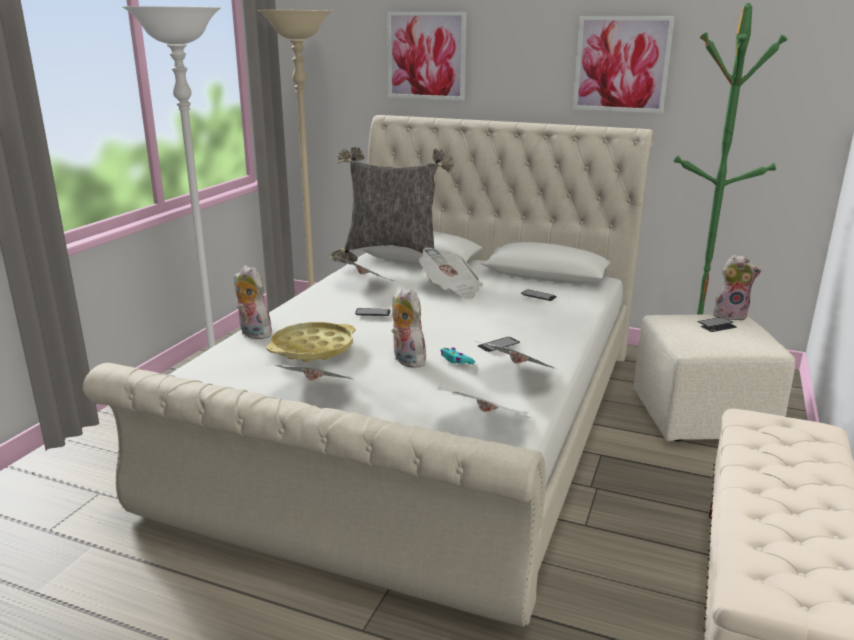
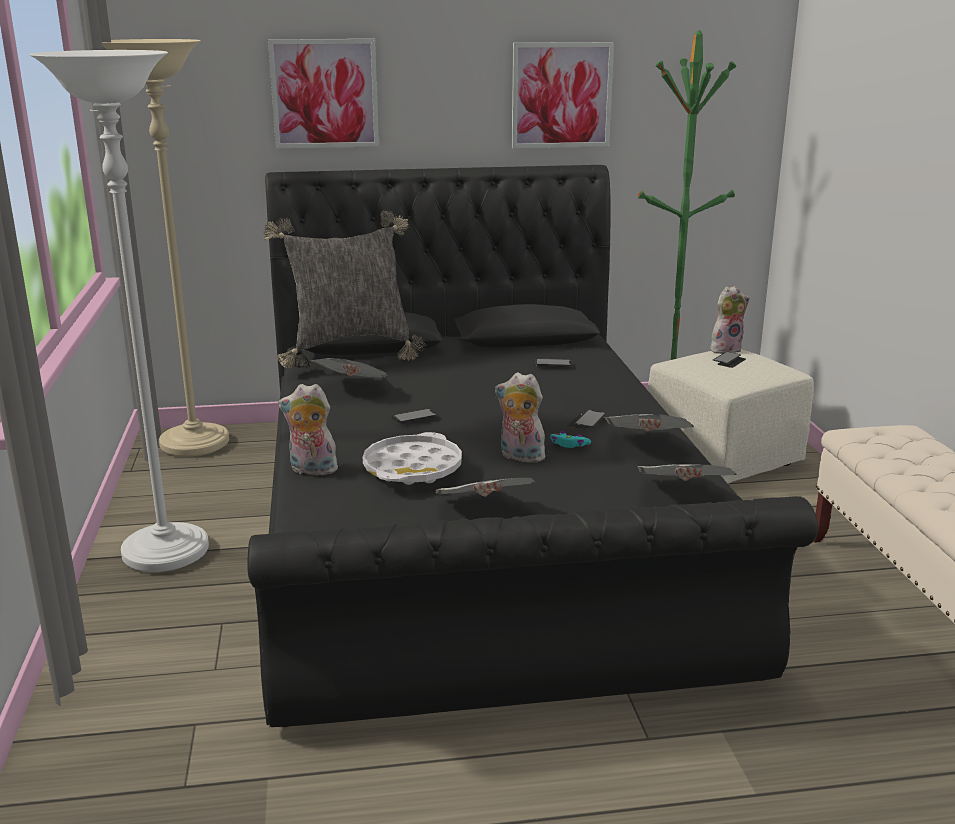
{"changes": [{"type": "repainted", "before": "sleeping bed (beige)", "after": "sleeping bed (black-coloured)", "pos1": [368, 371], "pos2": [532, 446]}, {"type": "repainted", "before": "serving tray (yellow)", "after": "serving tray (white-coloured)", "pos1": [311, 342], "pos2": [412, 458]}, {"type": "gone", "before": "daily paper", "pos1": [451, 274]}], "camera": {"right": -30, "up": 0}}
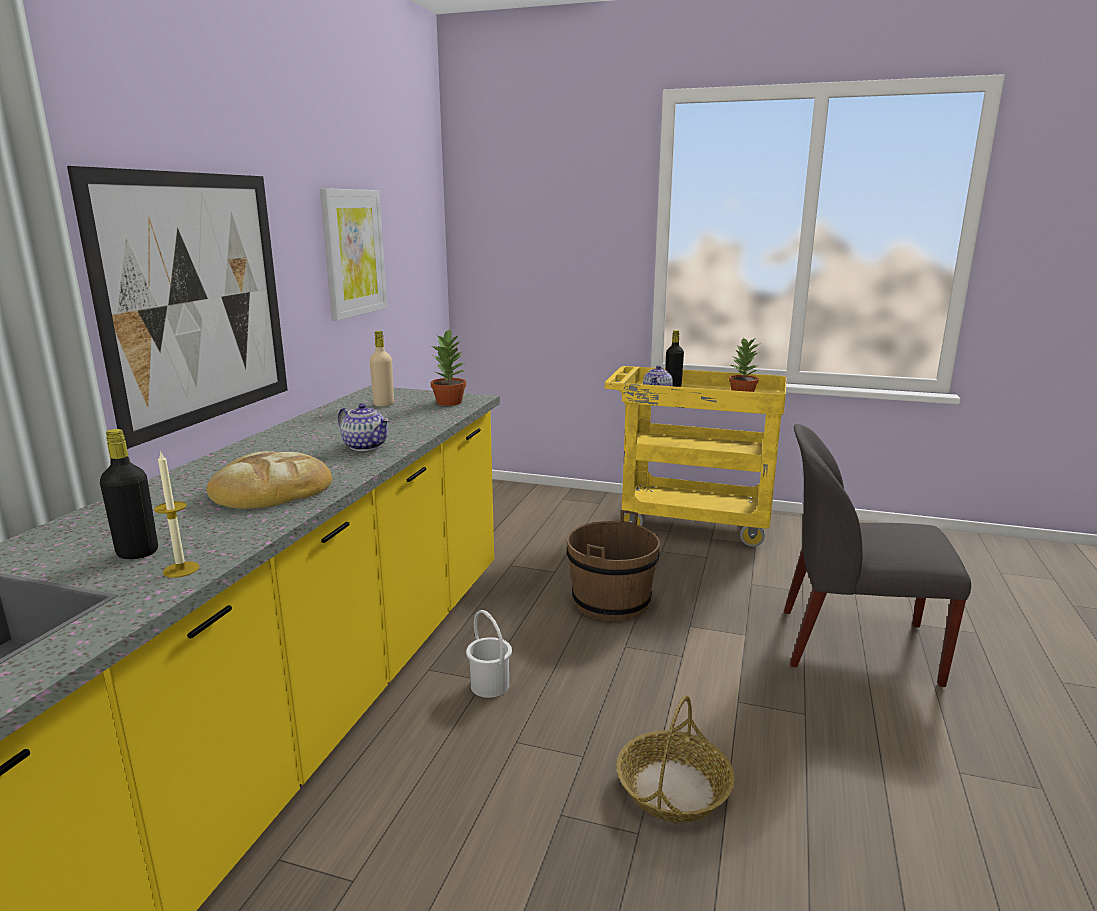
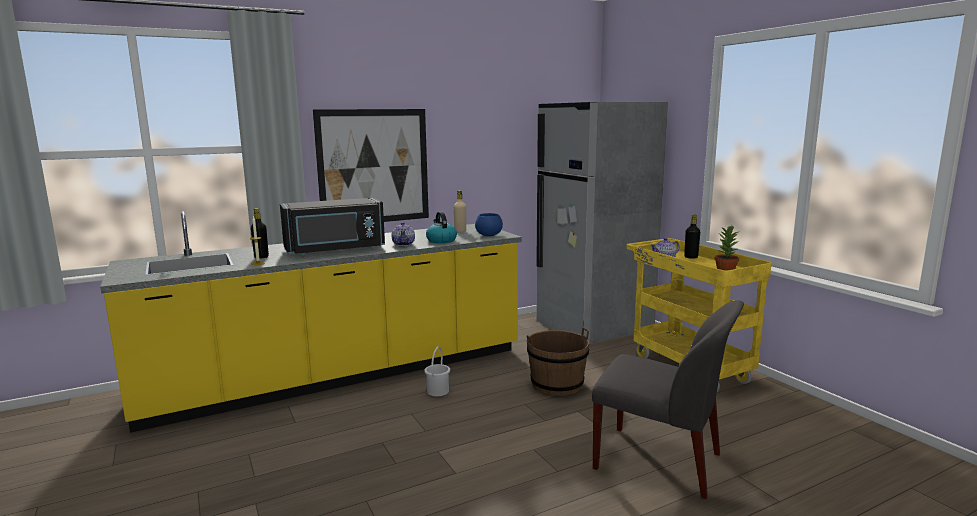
{"changes": [{"type": "swapped", "before": "bread", "after": "kitchen microwave (black-coloured)", "pos1": [269, 480], "pos2": [332, 227]}, {"type": "new", "after": "tea kettle", "pos2": [441, 227]}, {"type": "swapped", "before": "plant in a pot", "after": "deep dish (bluish)", "pos1": [448, 367], "pos2": [489, 224]}, {"type": "new", "after": "refrigerator (grey)", "pos2": [602, 223]}, {"type": "rotated", "before": "plain chair (grey)", "pos1": [877, 555], "pos2": [668, 399], "turn": 150}, {"type": "gone", "before": "wall picture", "pos1": [353, 254]}, {"type": "gone", "before": "basket", "pos1": [675, 759]}], "camera": {"right": 45, "up": -5}}
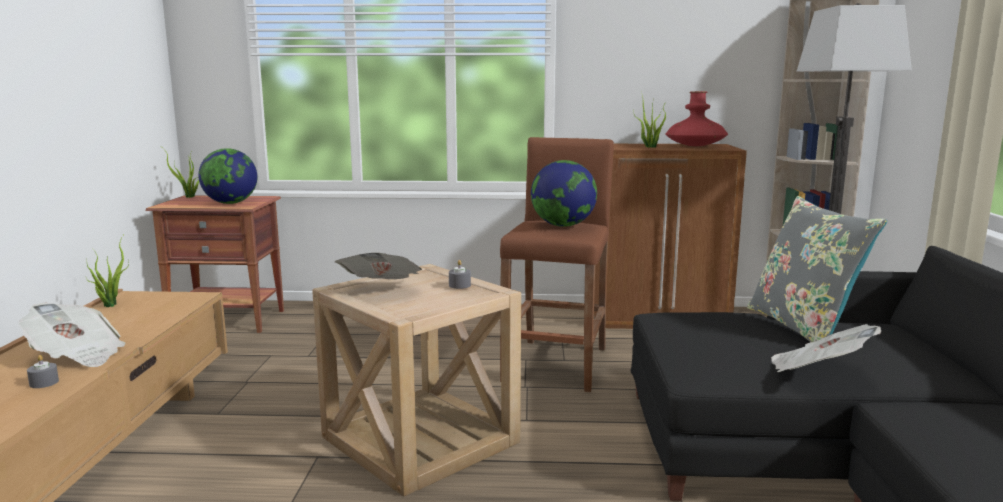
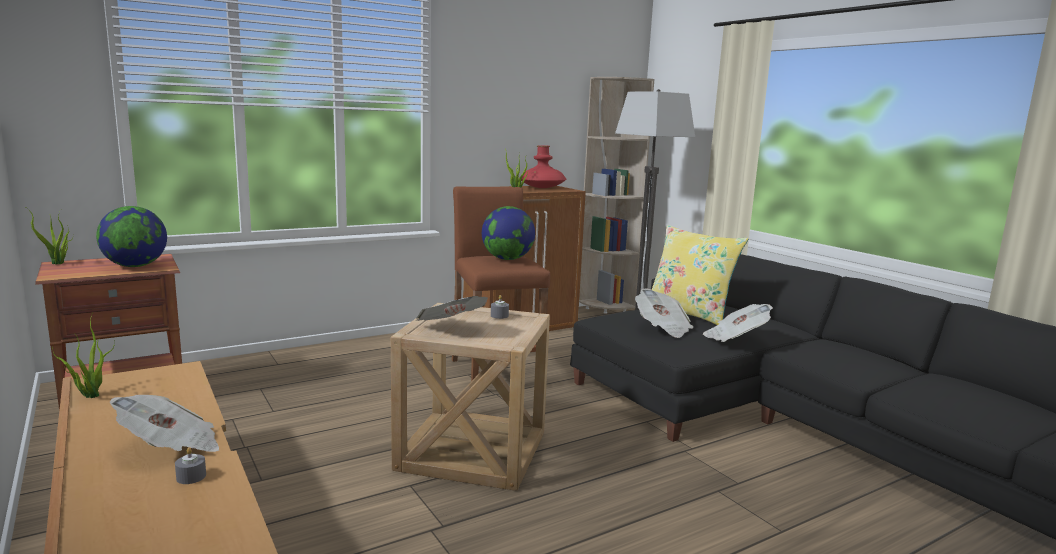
{"changes": [{"type": "new", "after": "daily paper", "pos2": [664, 313]}, {"type": "repainted", "before": "cushion (grey)", "after": "cushion (yellow)", "pos1": [817, 269], "pos2": [699, 275]}], "camera": {"right": -35, "up": 0}}
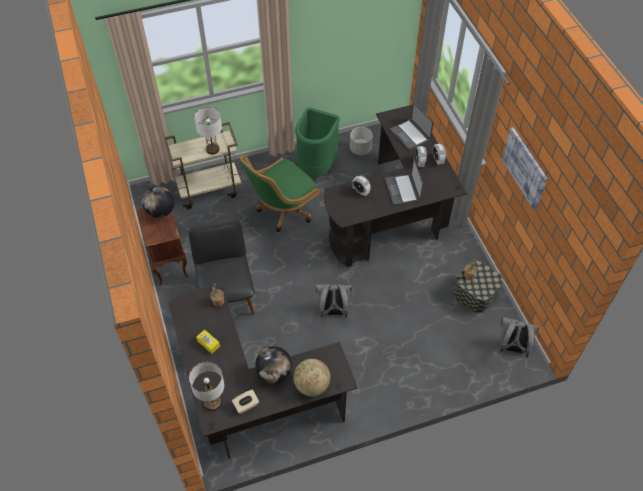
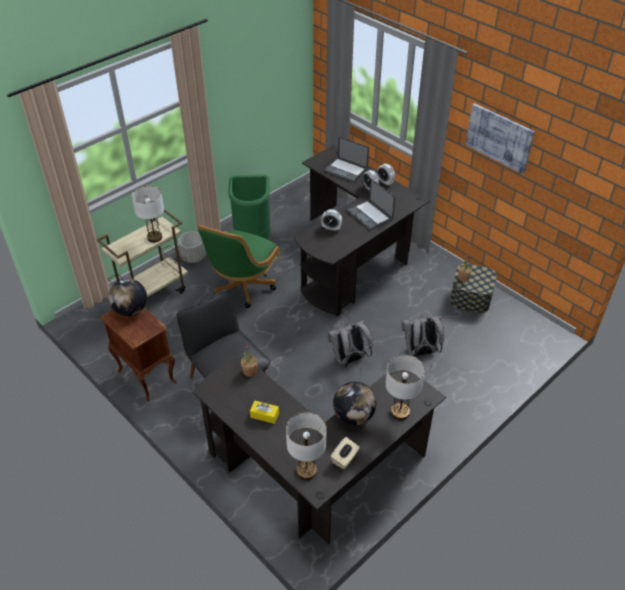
{"changes": [{"type": "shifted", "before": "flower pot (grey)", "pos1": [361, 141], "pos2": [192, 247]}, {"type": "swapped", "before": "world globe", "after": "tabletop lamp", "pos1": [312, 377], "pos2": [405, 387]}, {"type": "shifted", "before": "backpack (grey)", "pos1": [520, 337], "pos2": [423, 336]}], "camera": {"right": -25, "up": -10}}
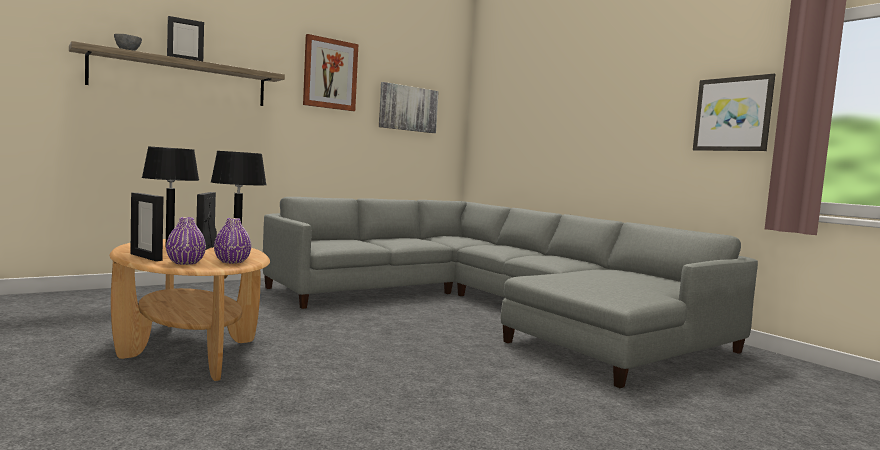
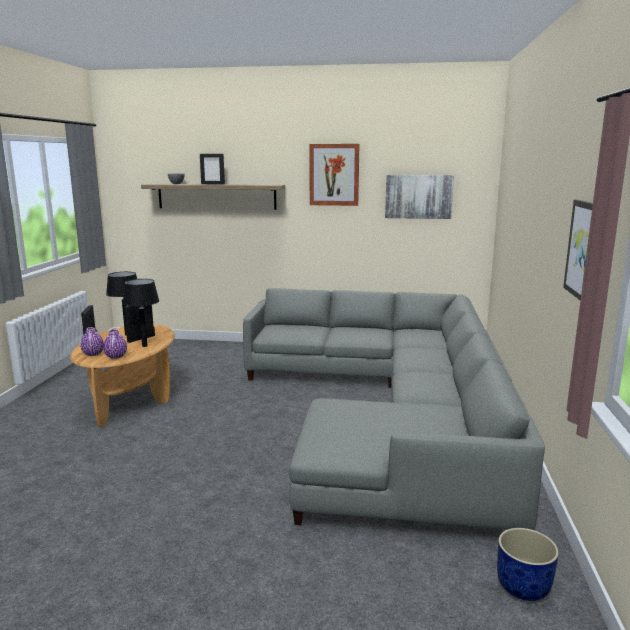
{"changes": [{"type": "new", "after": "flower pot (bluish)", "pos2": [528, 564]}], "camera": {"right": 45, "up": 10}}
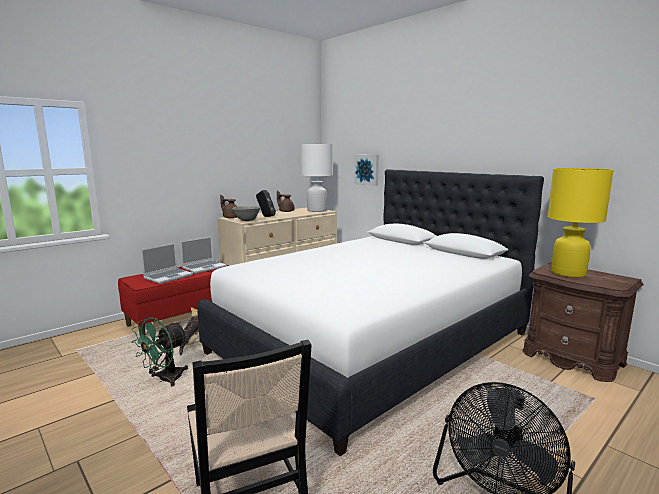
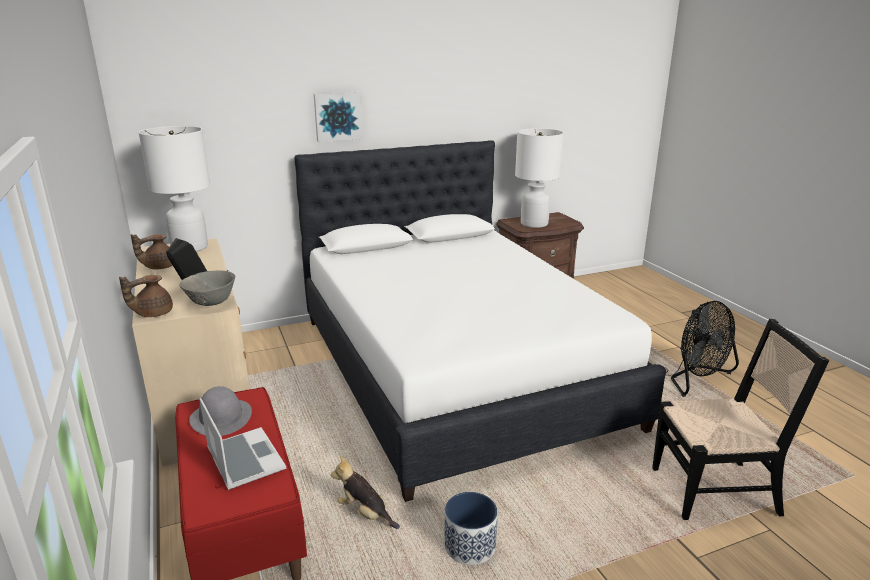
{"changes": [{"type": "swapped", "before": "portable computer", "after": "clothing hat (grey)", "pos1": [203, 255], "pos2": [220, 411]}, {"type": "shifted", "before": "wall picture", "pos1": [366, 170], "pos2": [338, 117]}, {"type": "swapped", "before": "fan (green-coloured)", "after": "flower pot", "pos1": [159, 351], "pos2": [471, 528]}, {"type": "repainted", "before": "tabletop lamp (yellow)", "after": "tabletop lamp (white-coloured)", "pos1": [580, 223], "pos2": [539, 178]}], "camera": {"right": -70, "up": 10}}
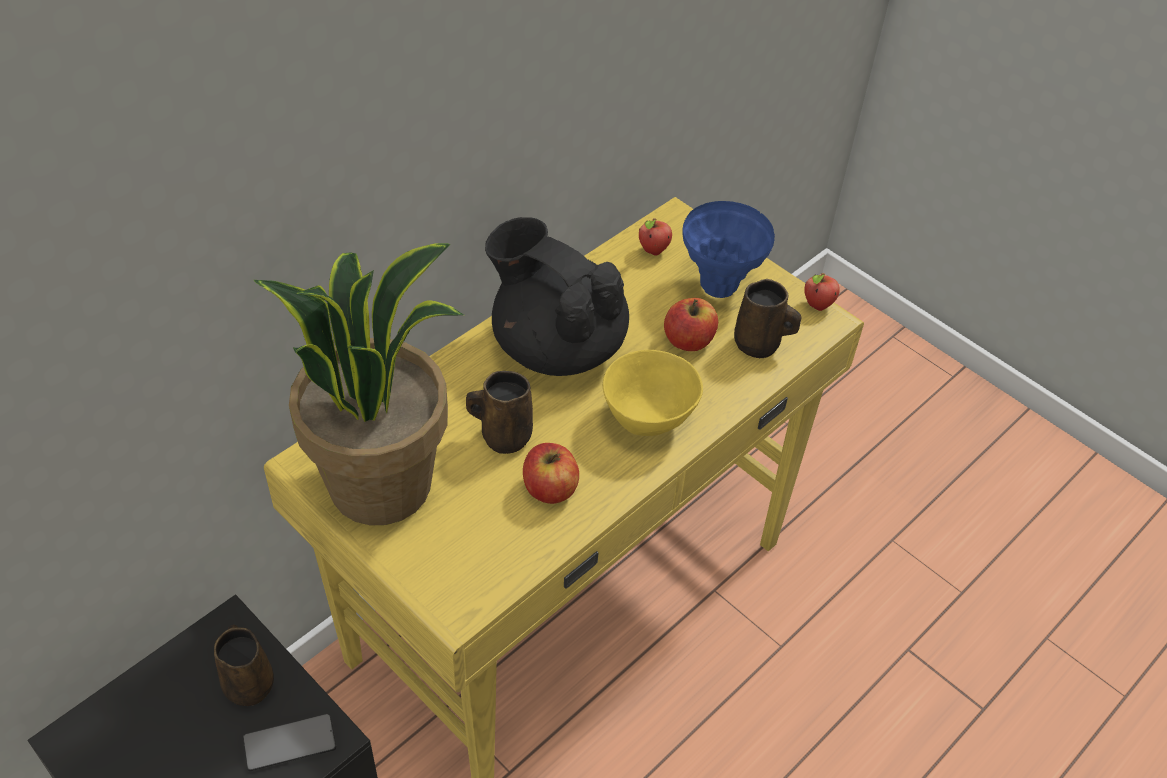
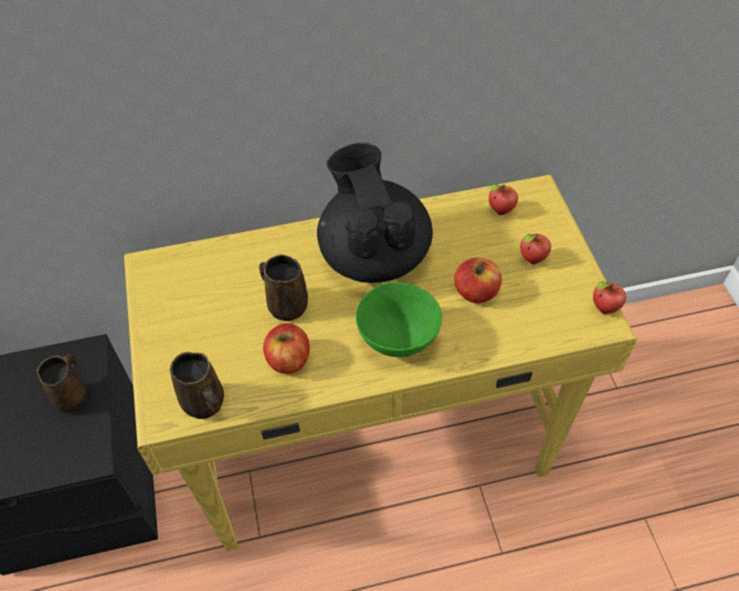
{"changes": [{"type": "shifted", "before": "coffee mug (brown-coloured)", "pos1": [767, 318], "pos2": [197, 385]}, {"type": "repainted", "before": "deep dish (yellow)", "after": "deep dish (green-coloured)", "pos1": [653, 393], "pos2": [399, 319]}, {"type": "swapped", "before": "flower vase (bluish)", "after": "apple fruit", "pos1": [728, 249], "pos2": [535, 248]}, {"type": "gone", "before": "phone", "pos1": [289, 742]}, {"type": "gone", "before": "plant in a pot", "pos1": [359, 384]}], "camera": {"right": 35, "up": 5}}
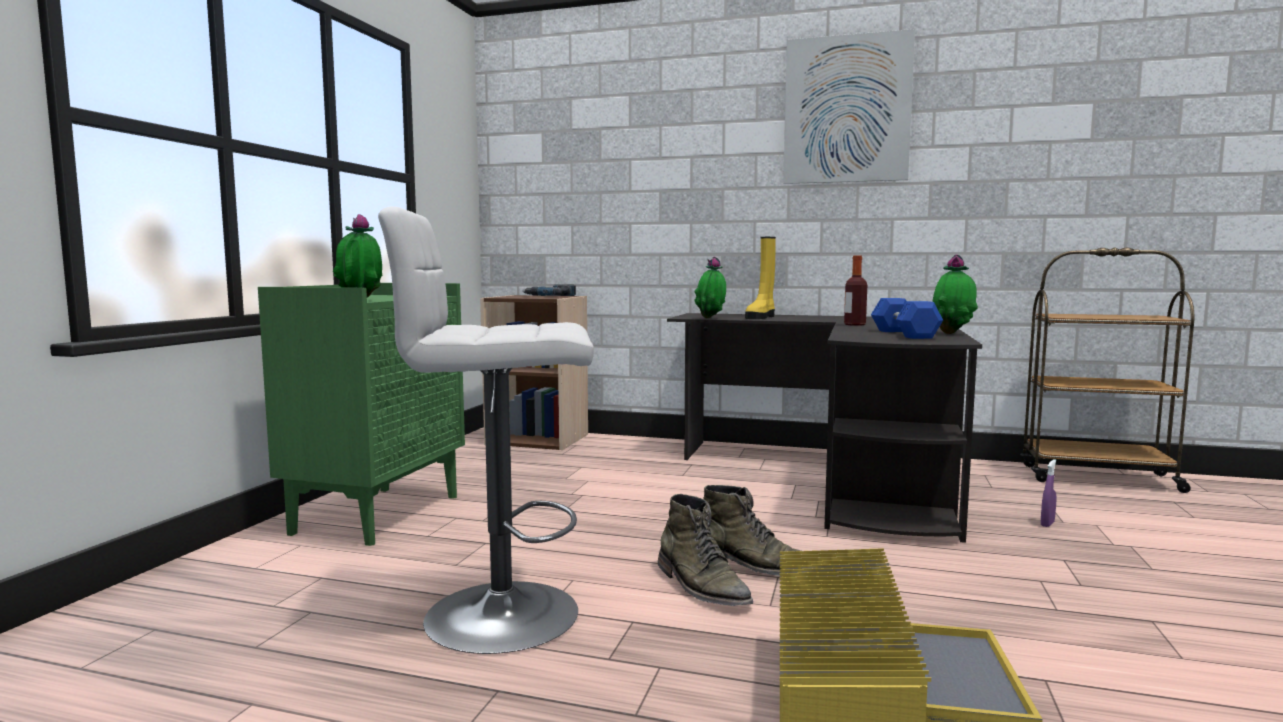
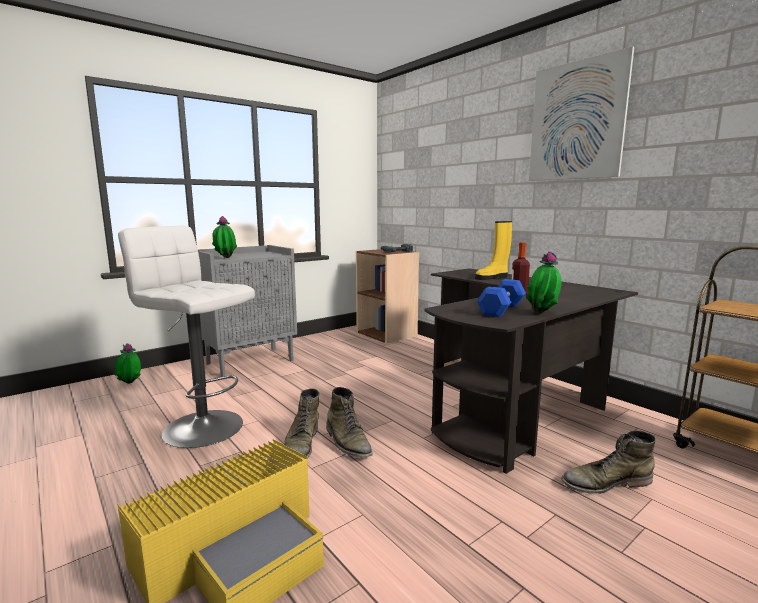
{"changes": [{"type": "shifted", "before": "plant in a pot", "pos1": [710, 287], "pos2": [127, 364]}, {"type": "repainted", "before": "cabinet (green-coloured)", "after": "cabinet (grey)", "pos1": [361, 414], "pos2": [247, 311]}, {"type": "swapped", "before": "hand sprayer (purple)", "after": "boot (green-coloured)", "pos1": [1049, 493], "pos2": [608, 462]}], "camera": {"right": 35, "up": 5}}
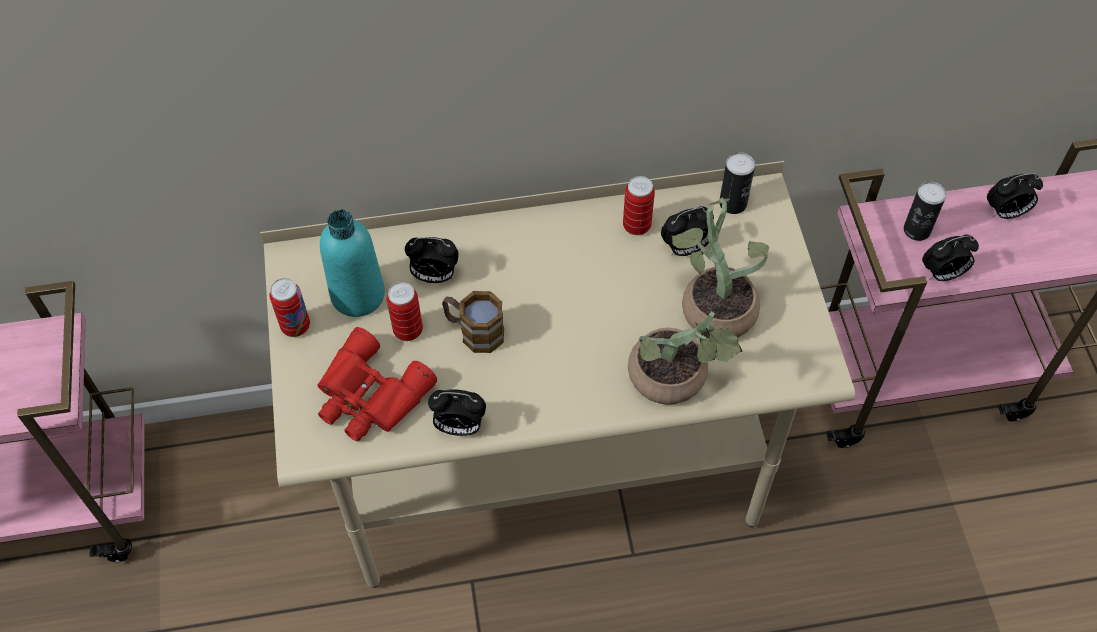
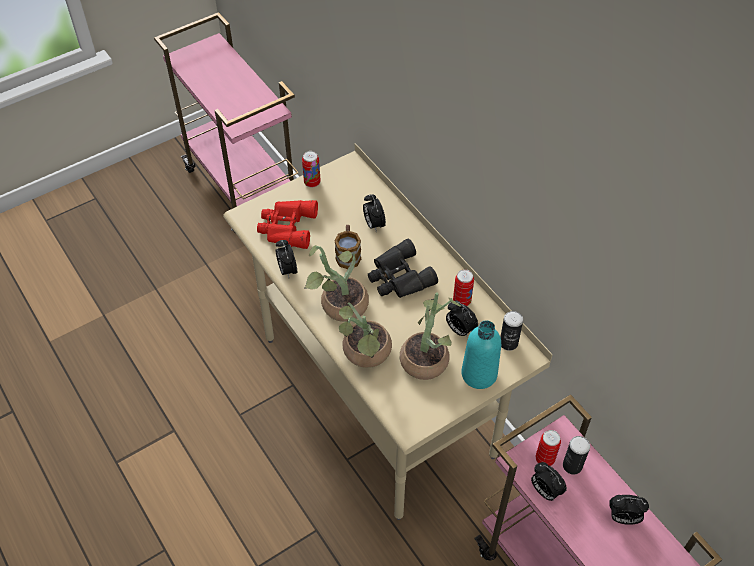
{"changes": [{"type": "new", "after": "plant in a pot", "pos2": [337, 283]}, {"type": "new", "after": "field glasses (black-coloured)", "pos2": [403, 268]}, {"type": "shifted", "before": "beverage bottle (turquoise-coloured)", "pos1": [352, 263], "pos2": [481, 354]}, {"type": "shifted", "before": "can", "pos1": [405, 311], "pos2": [548, 448]}, {"type": "rotated", "before": "table clock", "pos1": [1015, 196], "pos2": [629, 510], "turn": -45}], "camera": {"right": 65, "up": -5}}
